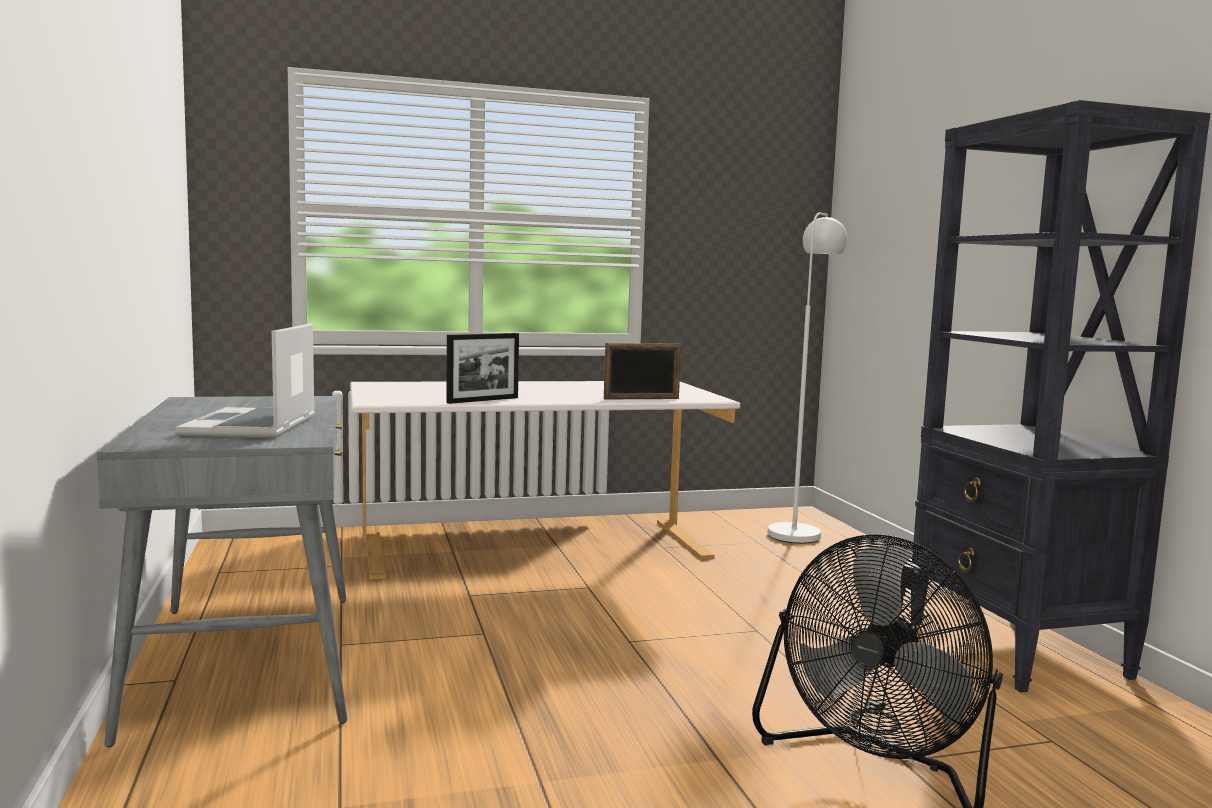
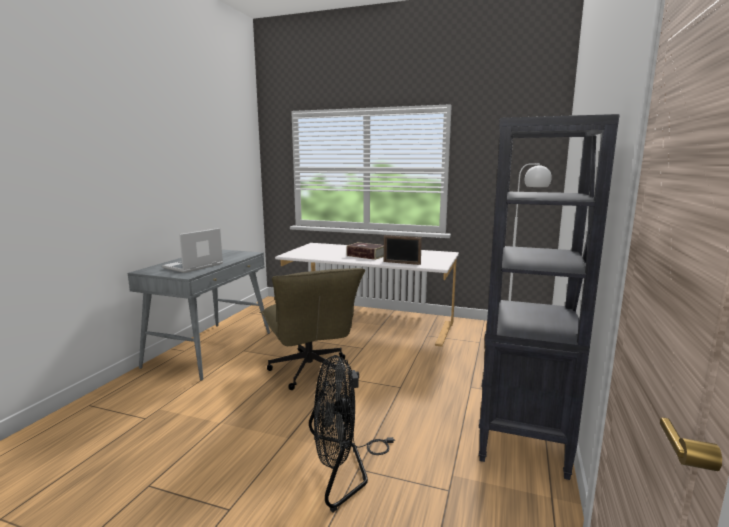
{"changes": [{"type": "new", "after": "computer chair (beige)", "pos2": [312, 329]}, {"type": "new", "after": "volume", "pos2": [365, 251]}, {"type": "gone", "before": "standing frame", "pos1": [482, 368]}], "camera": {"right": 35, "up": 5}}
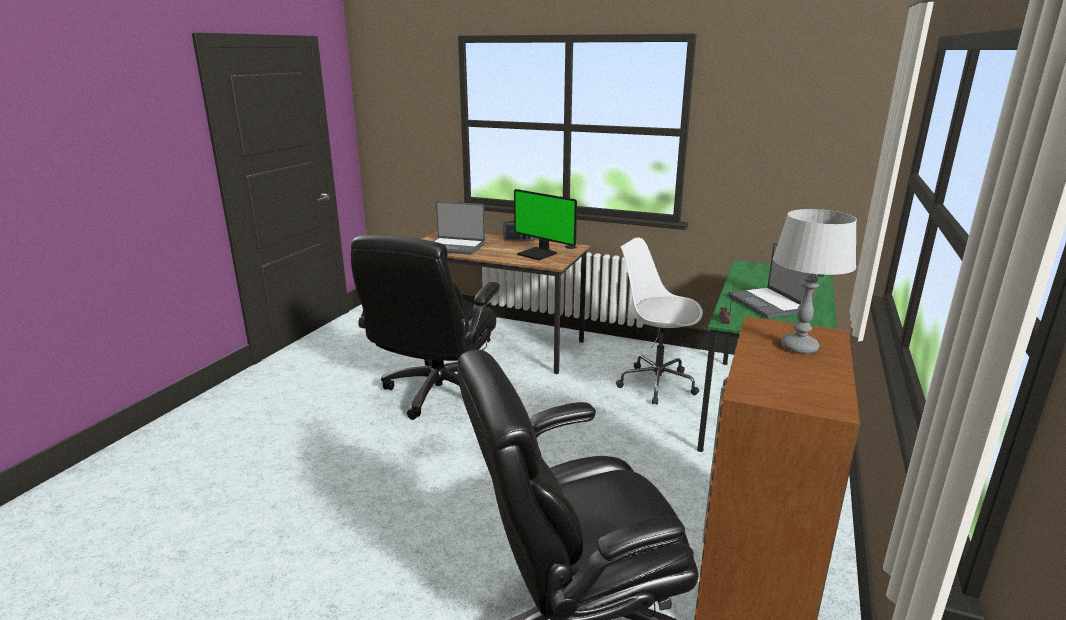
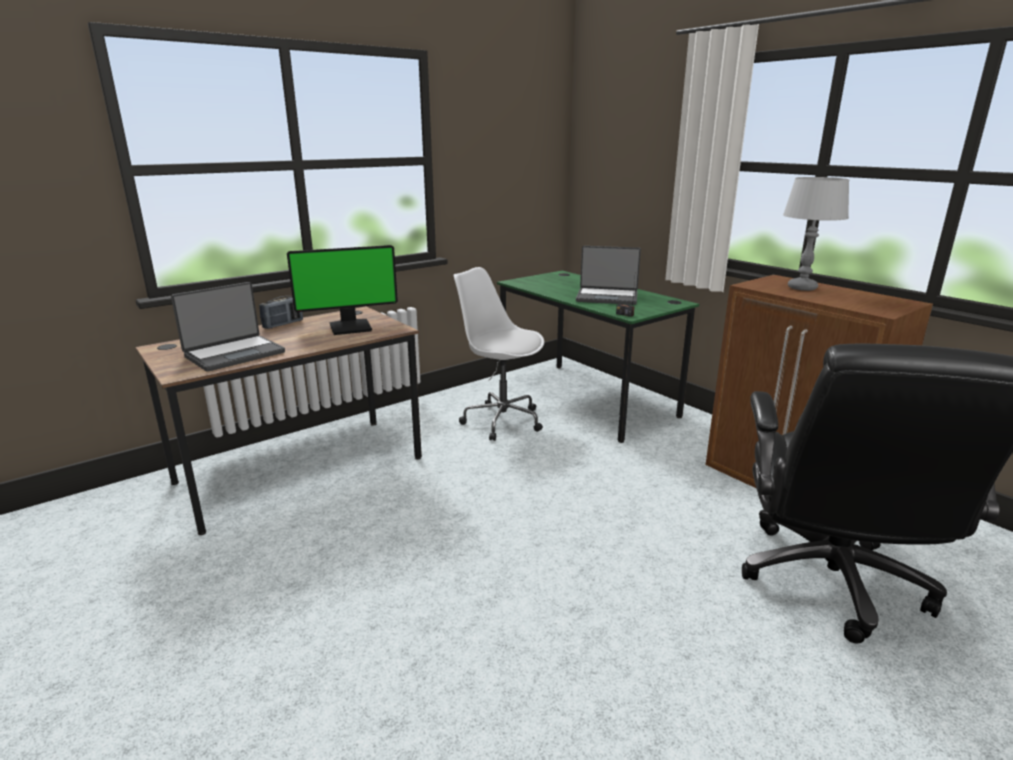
{"changes": [{"type": "rotated", "before": "computer chair (white-coloured)", "pos1": [659, 321], "pos2": [499, 354], "turn": 60}, {"type": "gone", "before": "computer chair (black-coloured)", "pos1": [425, 327]}], "camera": {"right": -60, "up": 0}}
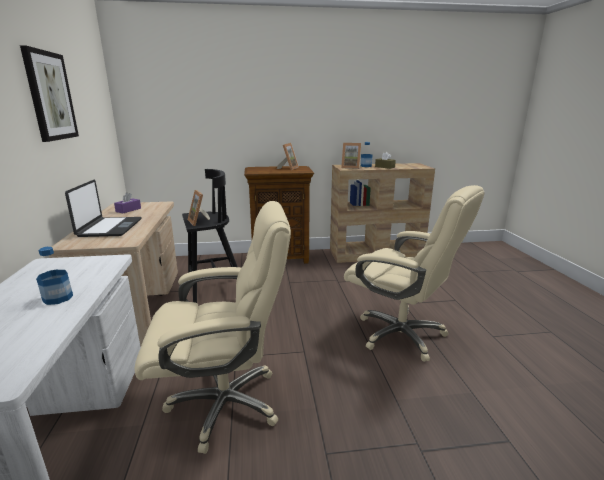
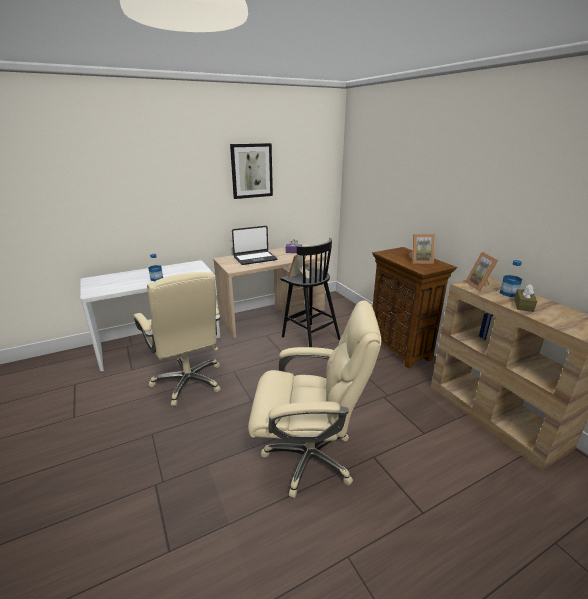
{"changes": [{"type": "rotated", "before": "computer chair (beige)", "pos1": [414, 273], "pos2": [314, 399], "turn": -105}], "camera": {"right": 70, "up": 5}}
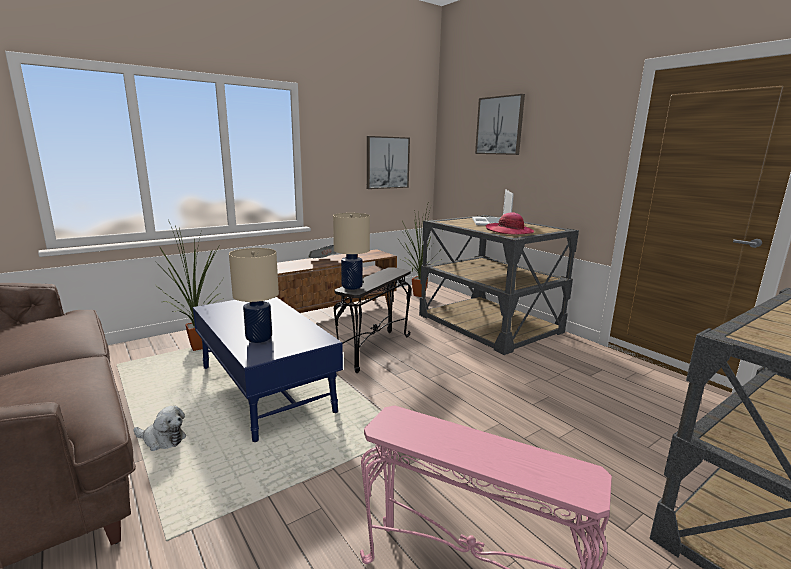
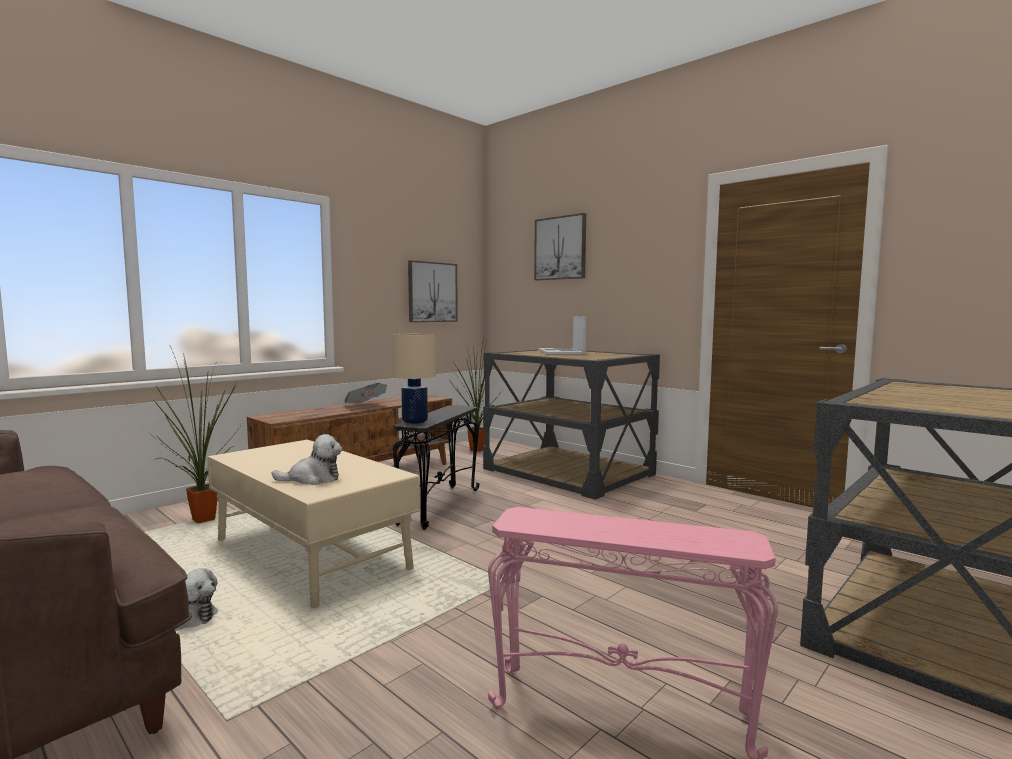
{"changes": [{"type": "repainted", "before": "coffee table (bluish)", "after": "coffee table (beige)", "pos1": [268, 369], "pos2": [313, 524]}, {"type": "swapped", "before": "tabletop lamp (beige)", "after": "cuddly toy", "pos1": [254, 295], "pos2": [307, 459]}, {"type": "gone", "before": "clothing hat", "pos1": [510, 223]}], "camera": {"right": -10, "up": -10}}
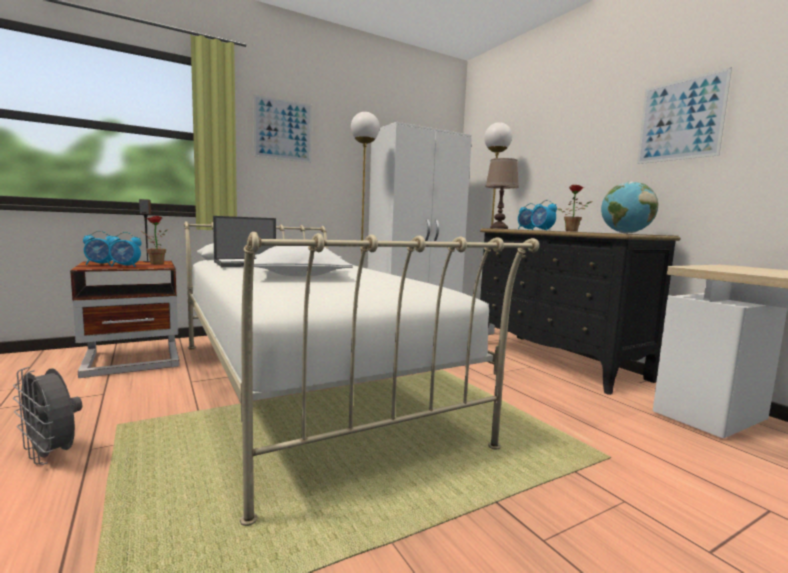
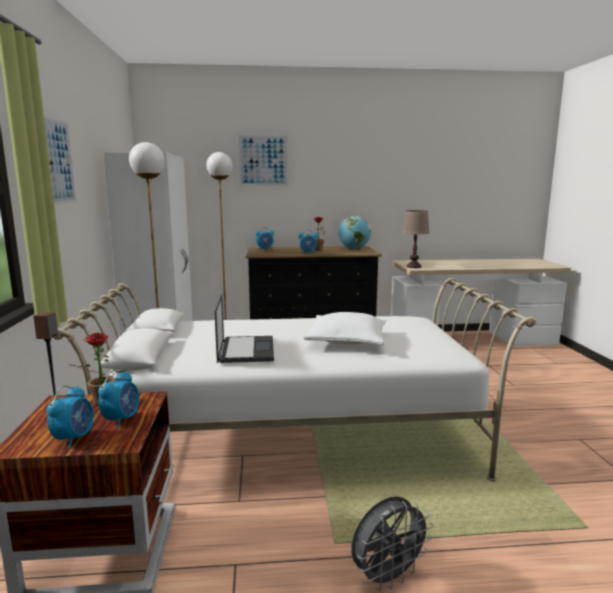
{"changes": [{"type": "shifted", "before": "wall picture", "pos1": [684, 115], "pos2": [263, 161]}, {"type": "shifted", "before": "tabletop lamp (brown-coloured)", "pos1": [502, 193], "pos2": [416, 239]}], "camera": {"right": -65, "up": 5}}
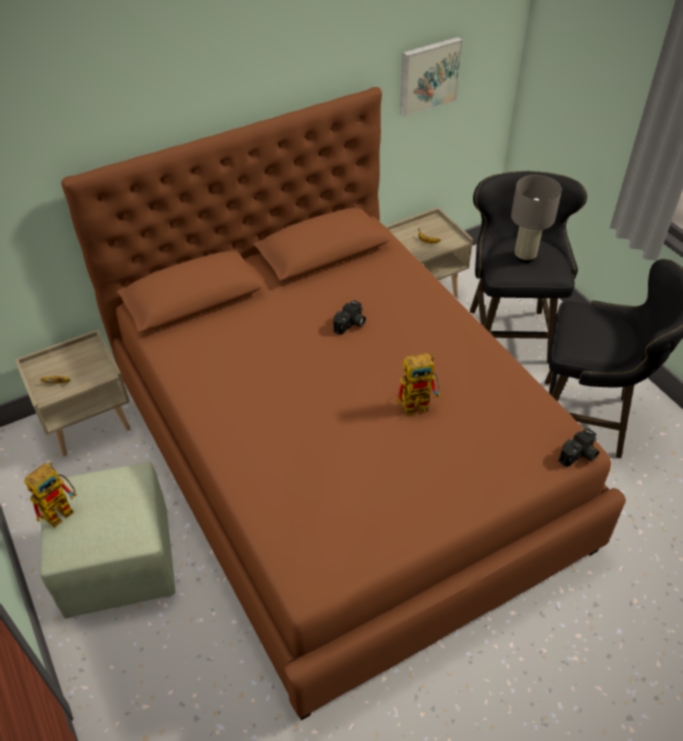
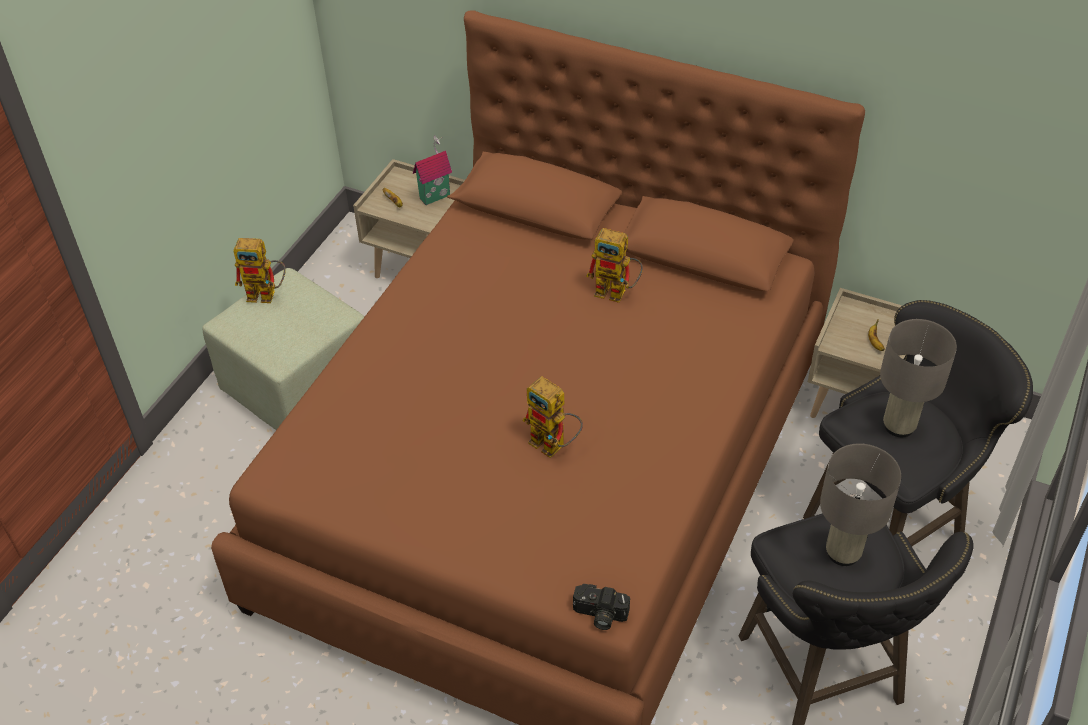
{"changes": [{"type": "new", "after": "miniature house", "pos2": [432, 170]}, {"type": "new", "after": "toy robot", "pos2": [614, 265]}, {"type": "new", "after": "tabletop lamp (grey)", "pos2": [860, 504]}, {"type": "gone", "before": "still camera", "pos1": [349, 317]}, {"type": "gone", "before": "wall picture", "pos1": [431, 77]}], "camera": {"right": 55, "up": 0}}
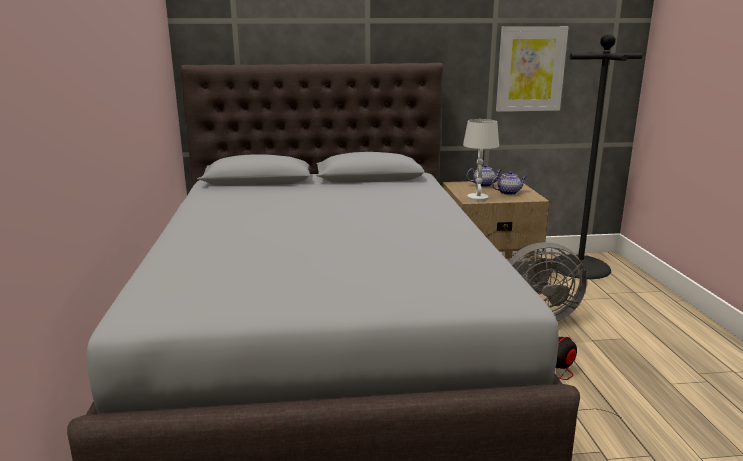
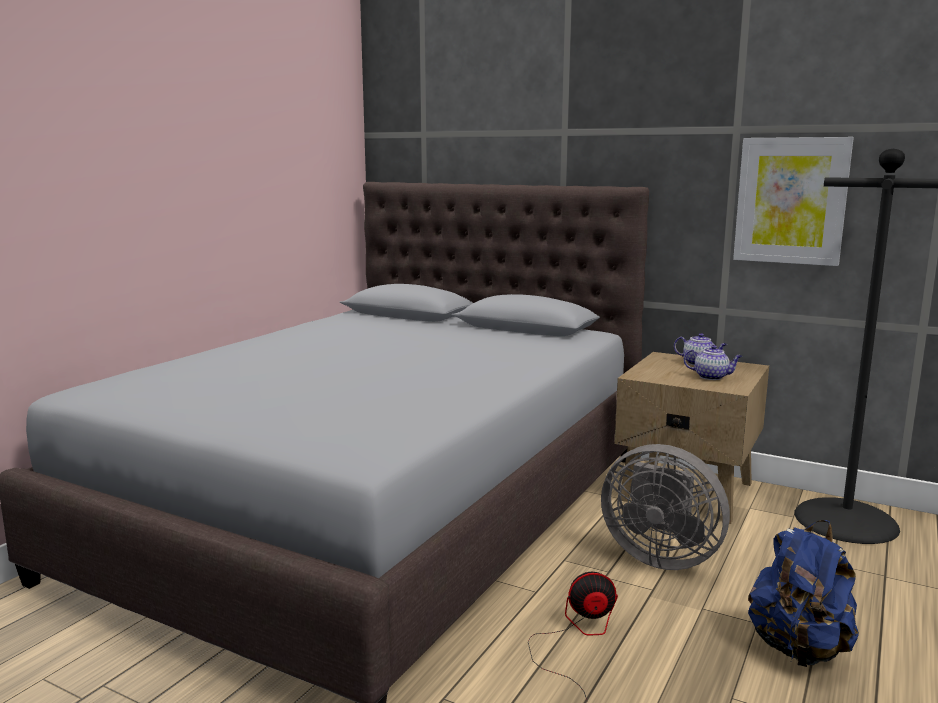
{"changes": [{"type": "new", "after": "backpack (bluish)", "pos2": [803, 593]}, {"type": "gone", "before": "tabletop lamp (white-coloured)", "pos1": [481, 160]}], "camera": {"right": 35, "up": -5}}
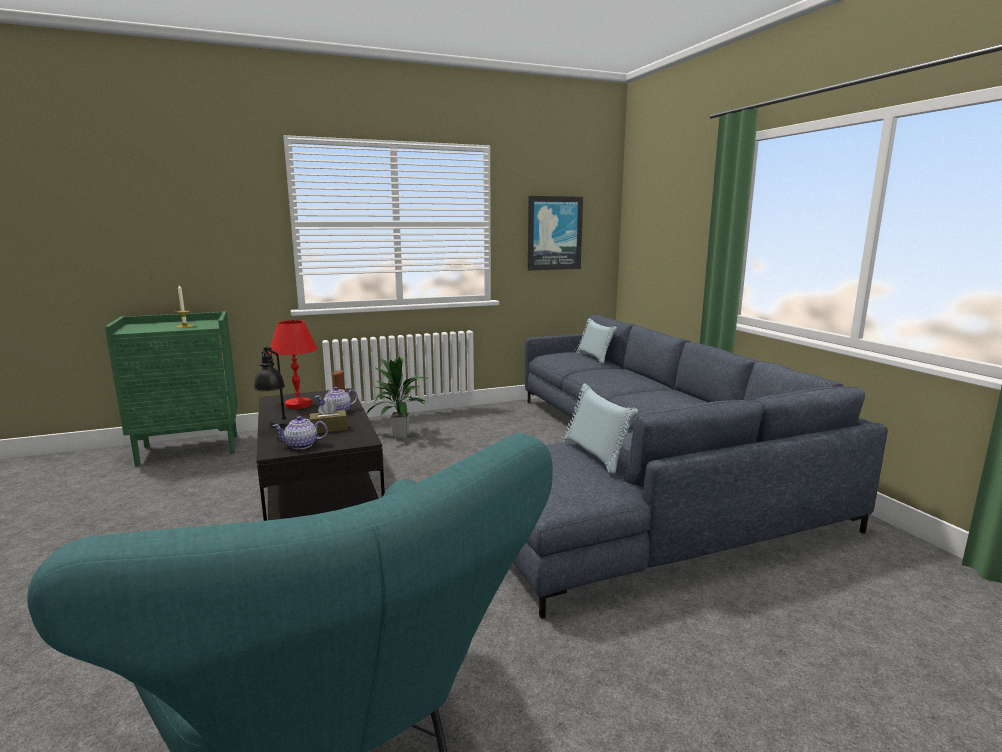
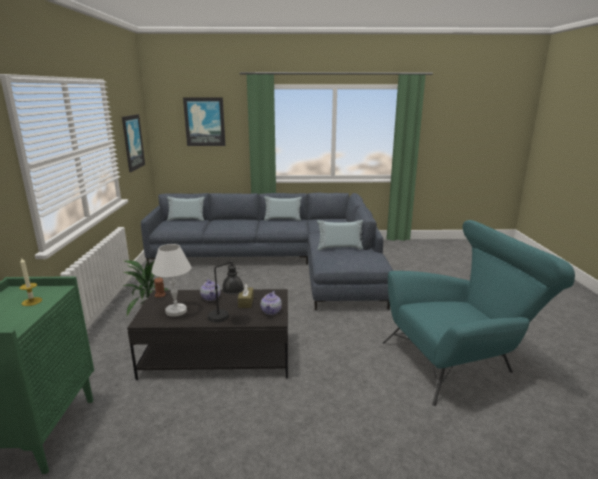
{"changes": [{"type": "repainted", "before": "tabletop lamp (red-coloured)", "after": "tabletop lamp (white-coloured)", "pos1": [293, 364], "pos2": [171, 280]}, {"type": "new", "after": "wall picture", "pos2": [204, 121]}, {"type": "new", "after": "cushion (bluish)", "pos2": [283, 208]}], "camera": {"right": -70, "up": 5}}
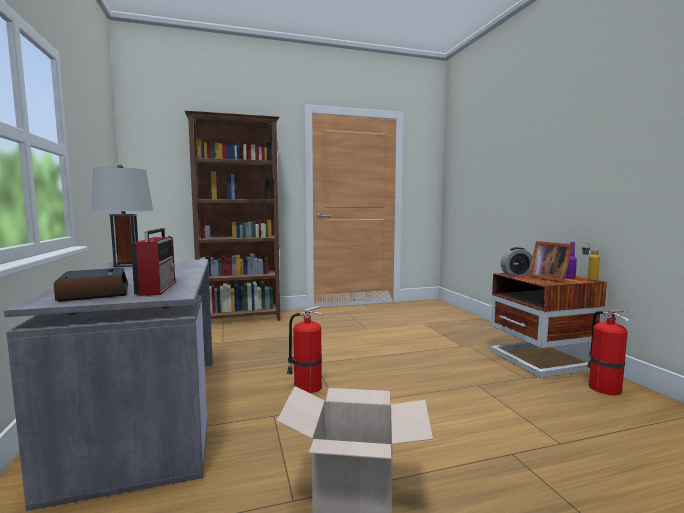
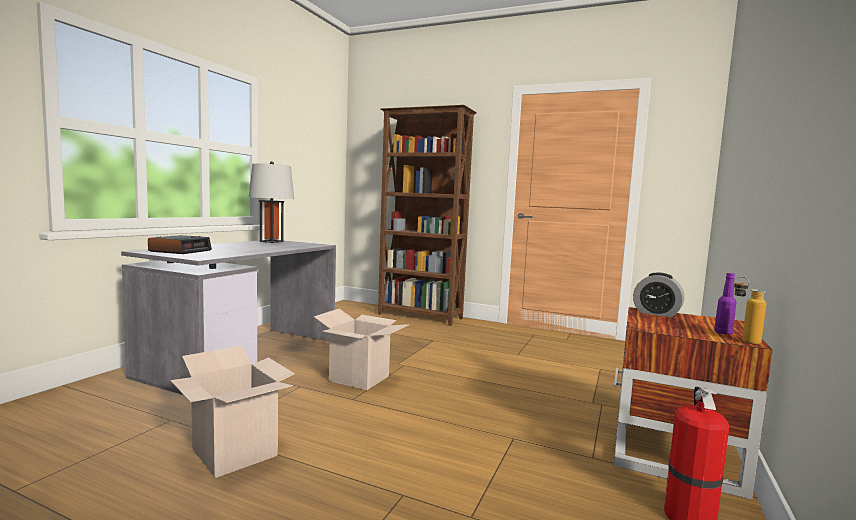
{"changes": [{"type": "swapped", "before": "extinguisher", "after": "packing box", "pos1": [305, 350], "pos2": [361, 349]}, {"type": "gone", "before": "radio set", "pos1": [153, 262]}, {"type": "gone", "before": "standing frame", "pos1": [550, 262]}], "camera": {"right": 40, "up": 0}}
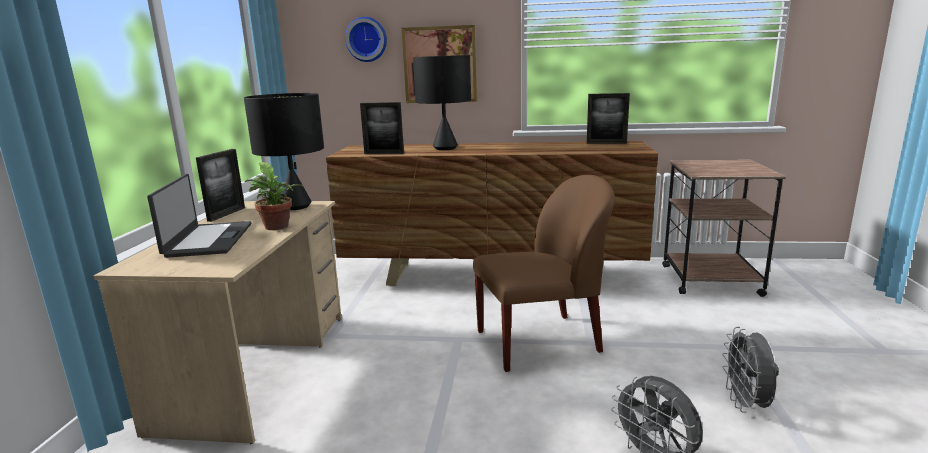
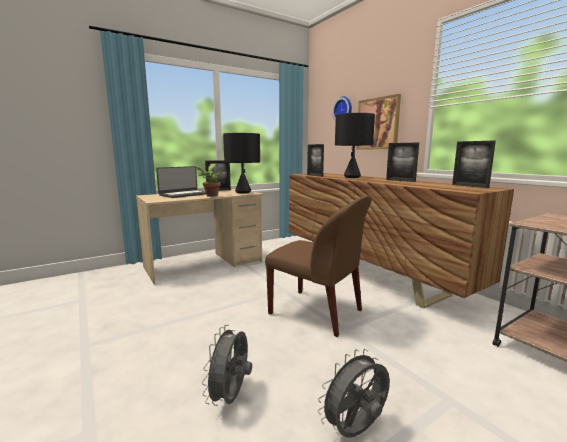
{"changes": [{"type": "new", "after": "standing frame", "pos2": [402, 162]}], "camera": {"right": 50, "up": -5}}
